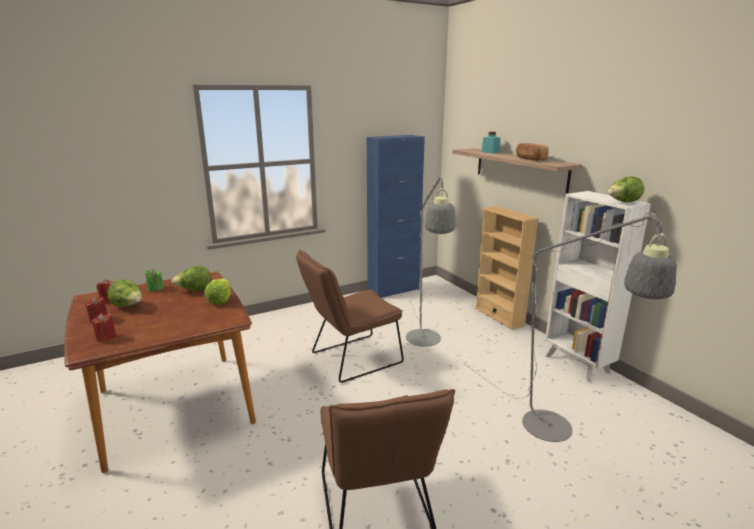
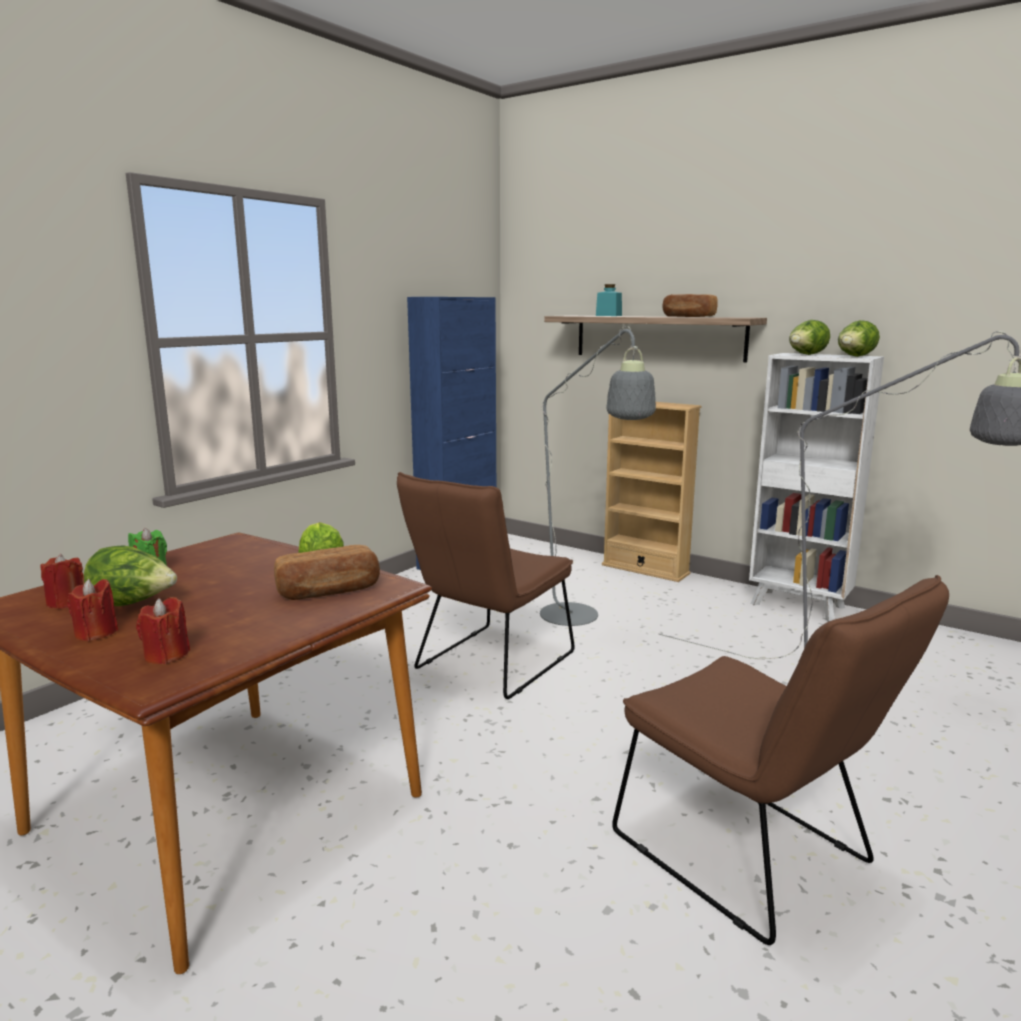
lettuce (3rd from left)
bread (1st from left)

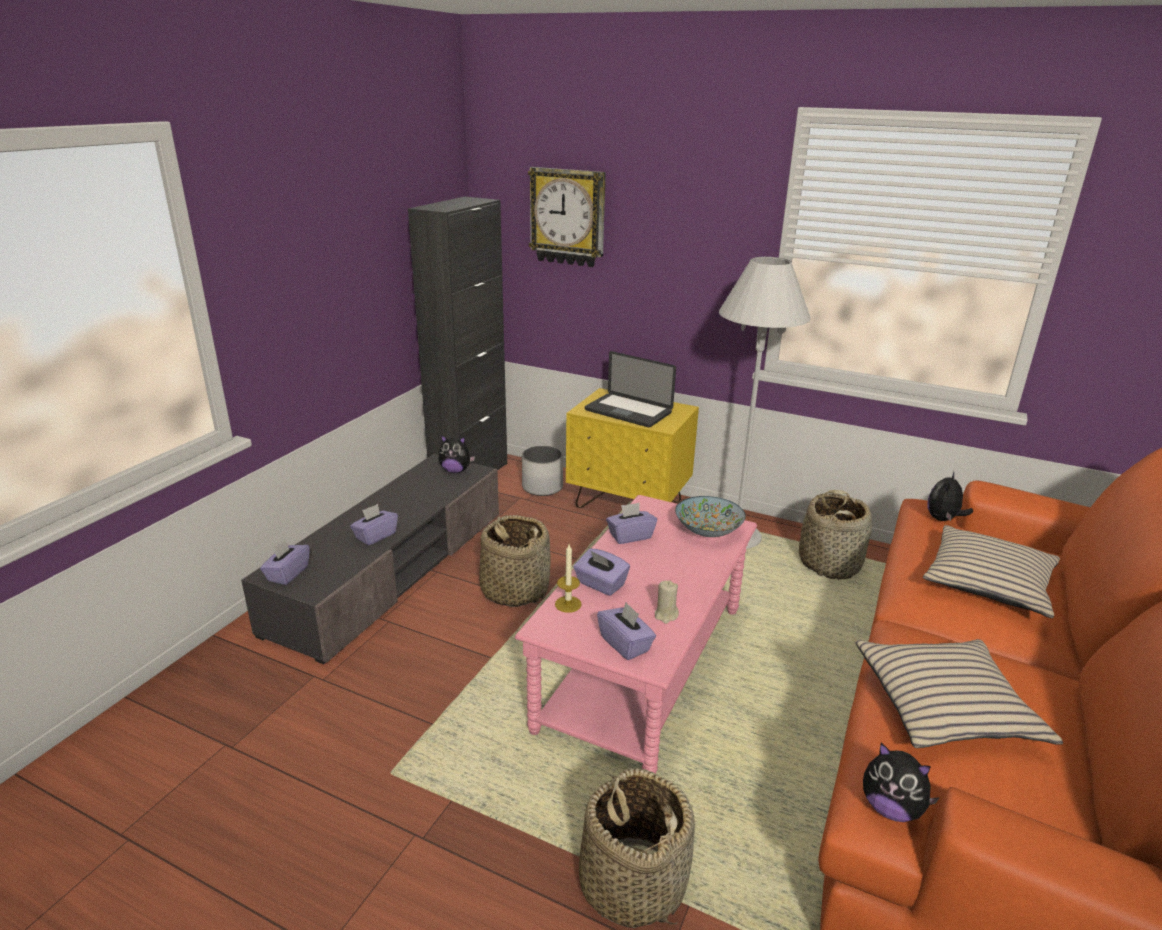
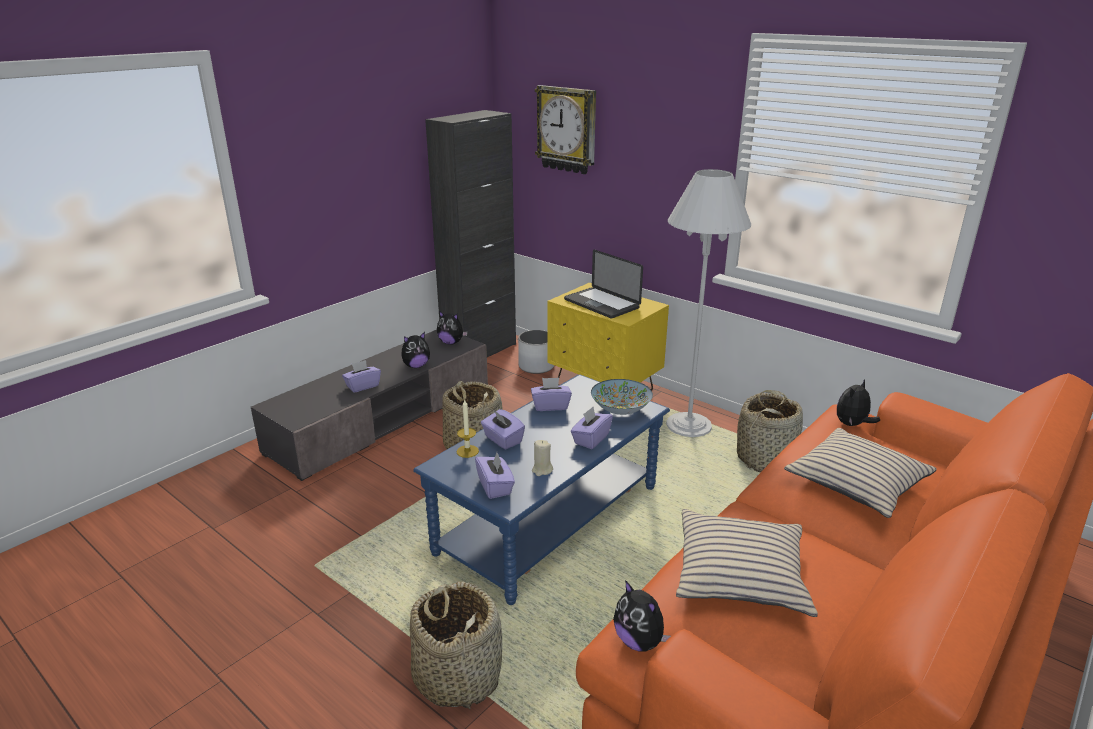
lounge table in blue
box of tissues in purple-coloured (5th from left)
soft toy (1st from left)

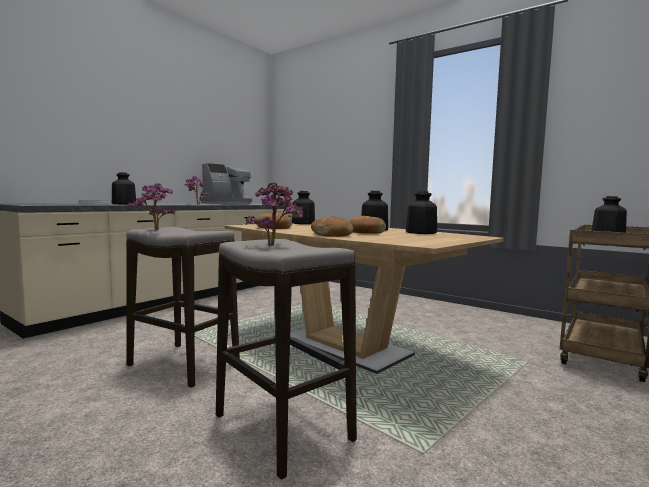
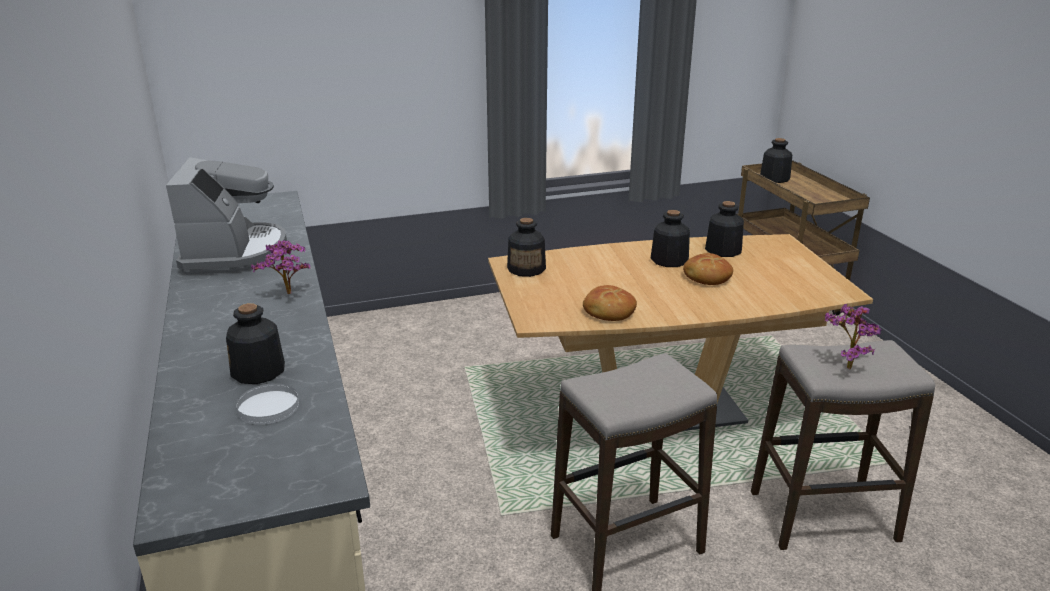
potted plant (1st from left in the first image)
bread (2nd from left in the first image)

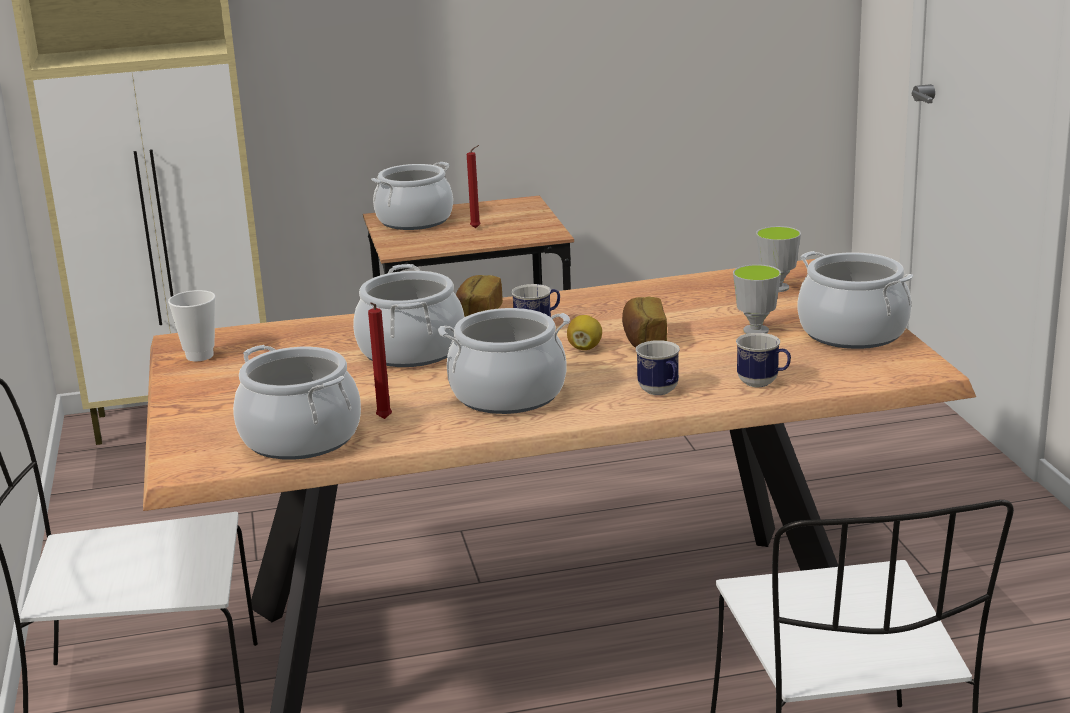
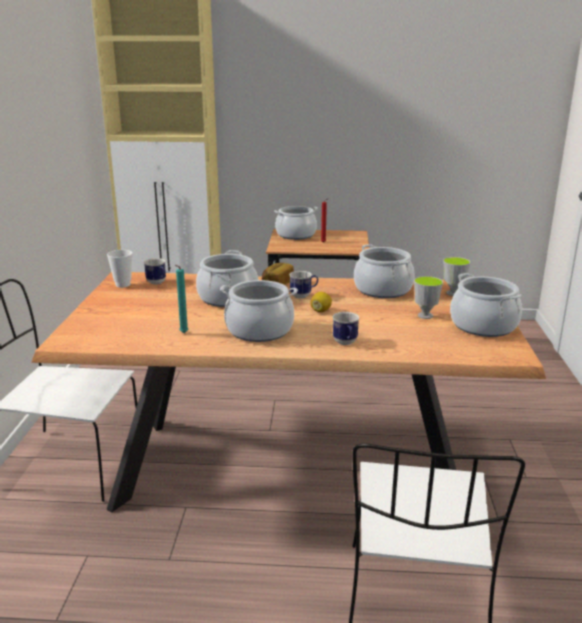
bread (2nd from left in the first image)
candle in turquoise-coloured
mug (1st from left)
cooking pot (4th from left)

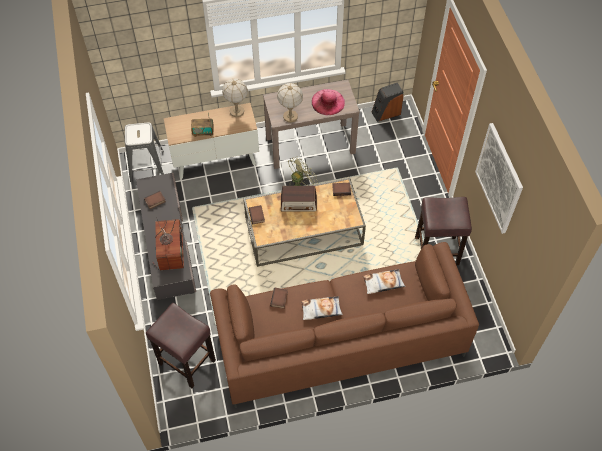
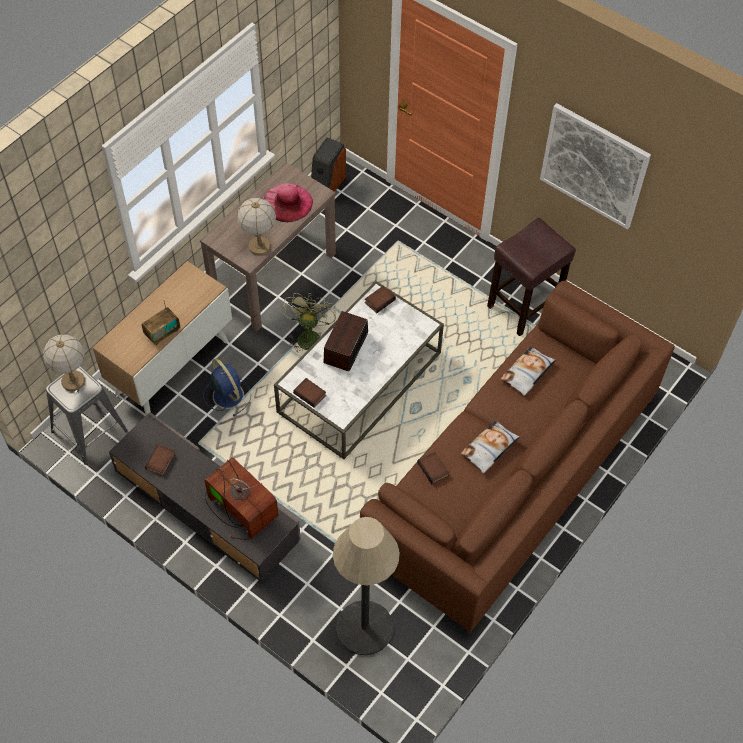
table lamp (1st from left)
lounge table in white-coloured
radio receiver (2nd from left)
standard lamp
electric fan in blue

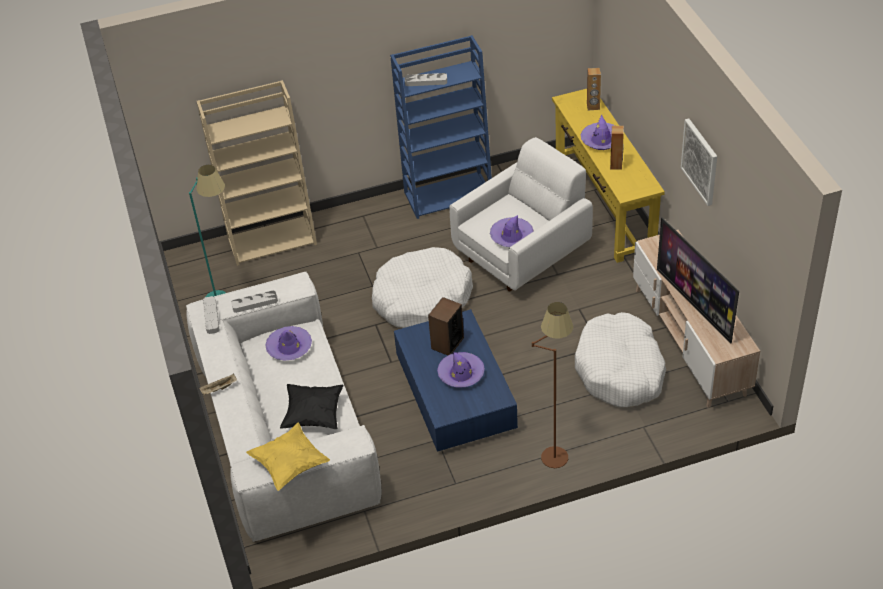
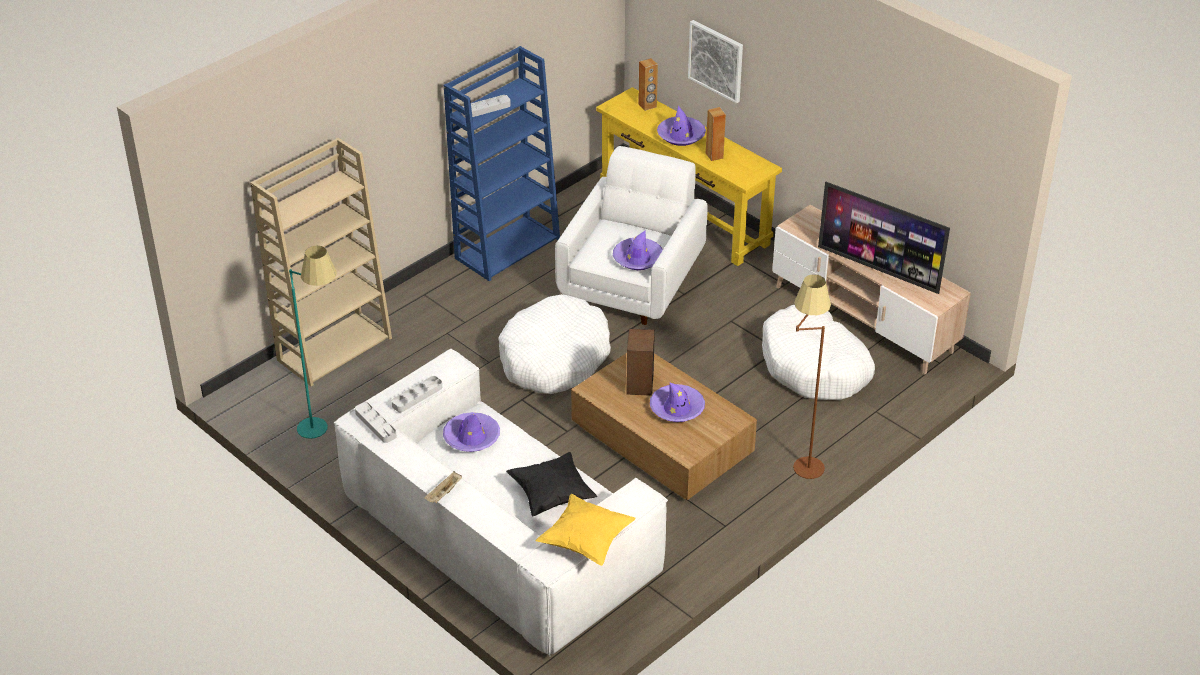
picture
lounge table in brown

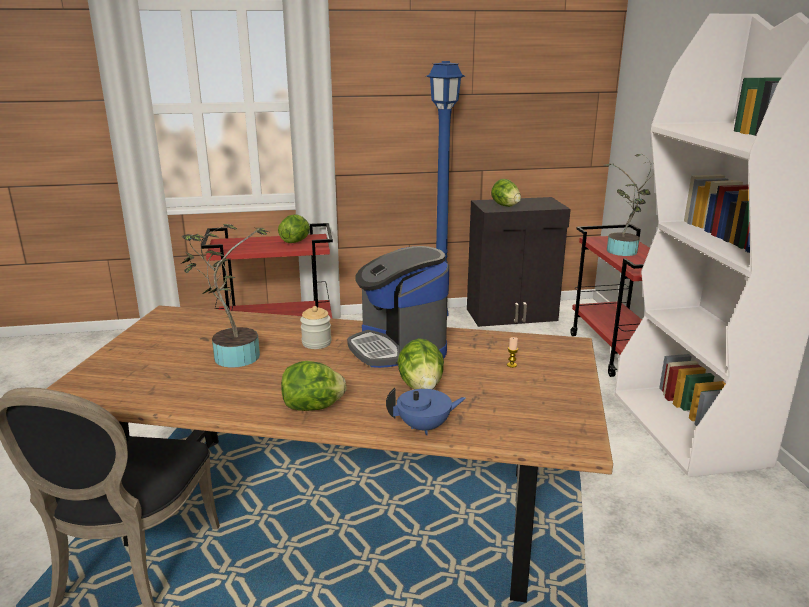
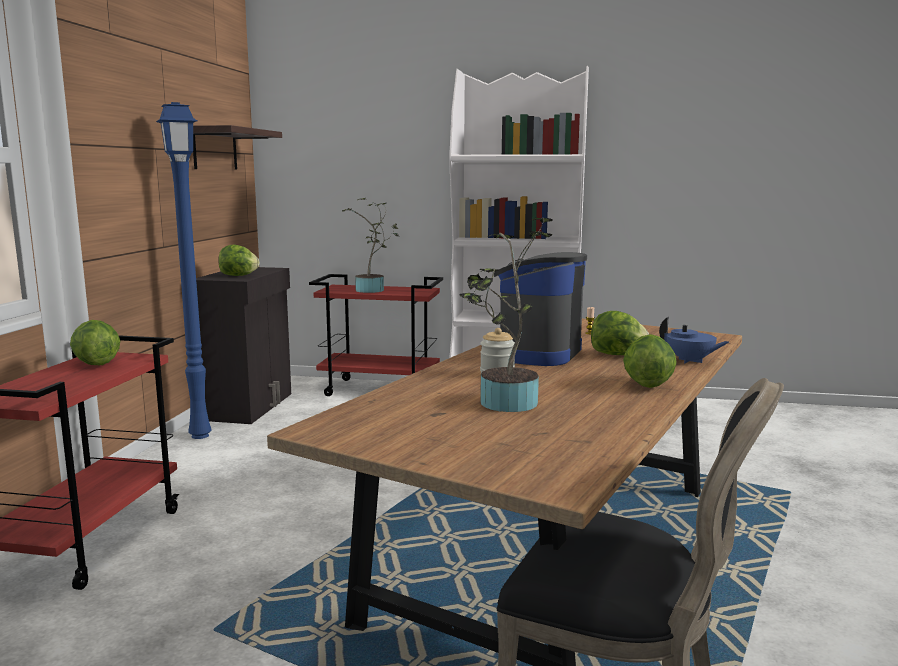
coffee brewer
tea pot in blue
shelf

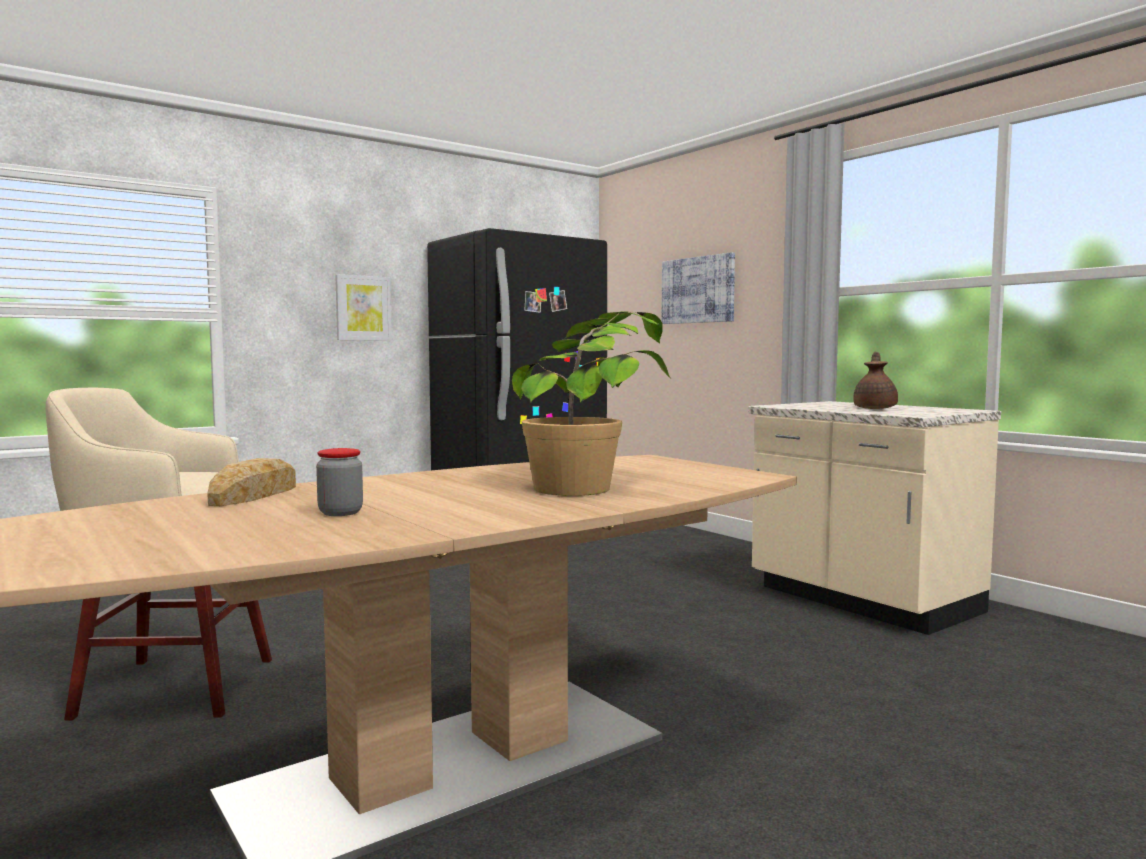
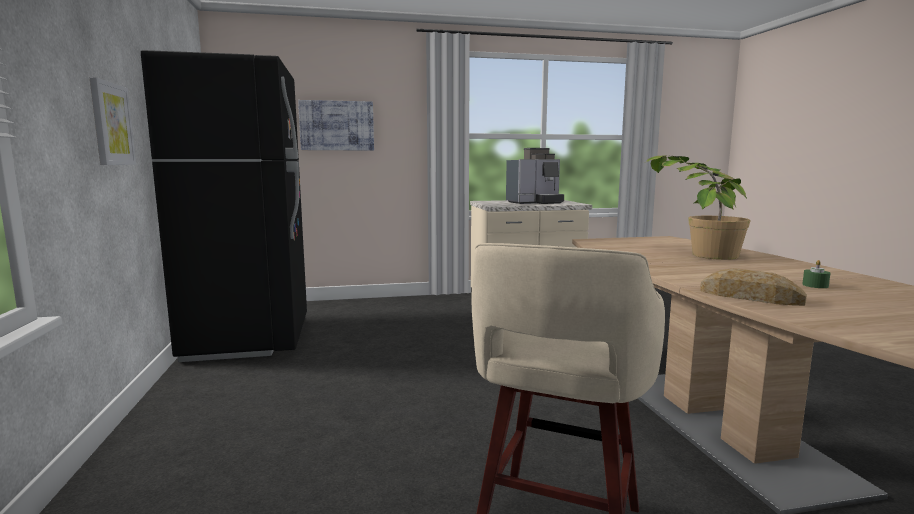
coffee brewer
candle in green-coloured

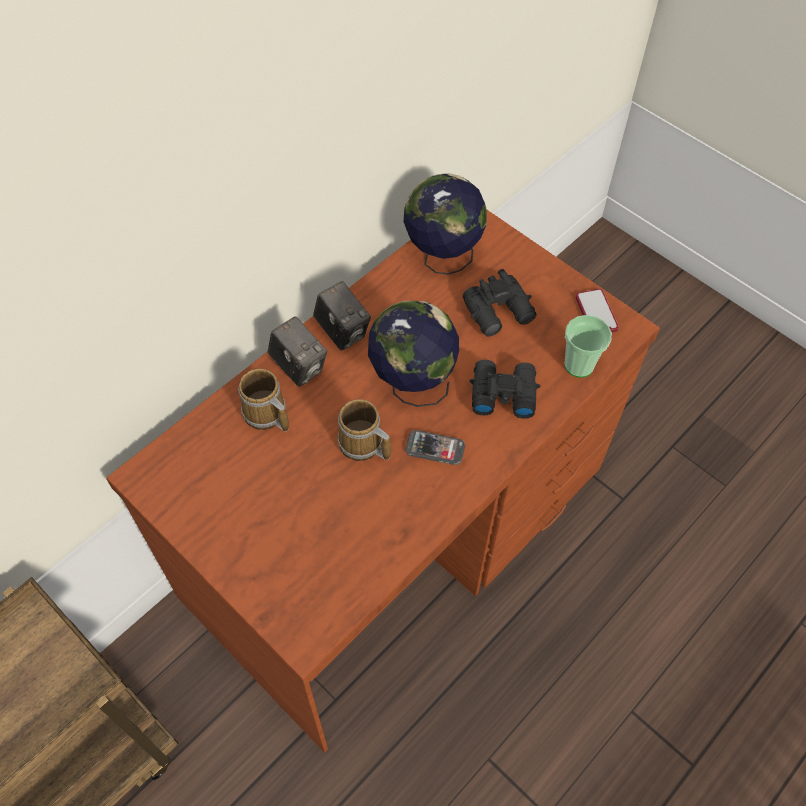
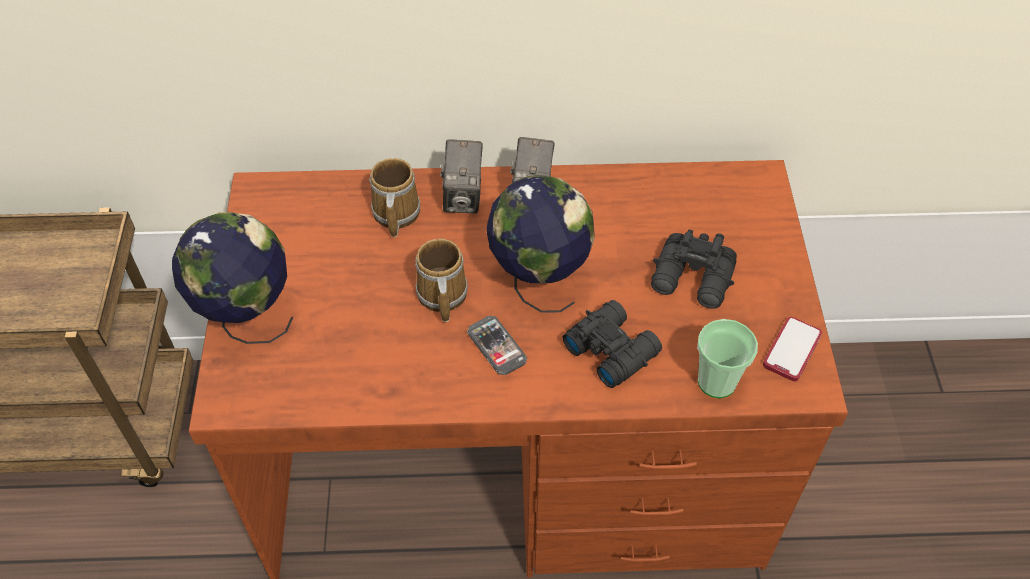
desk globe (1st from left)

